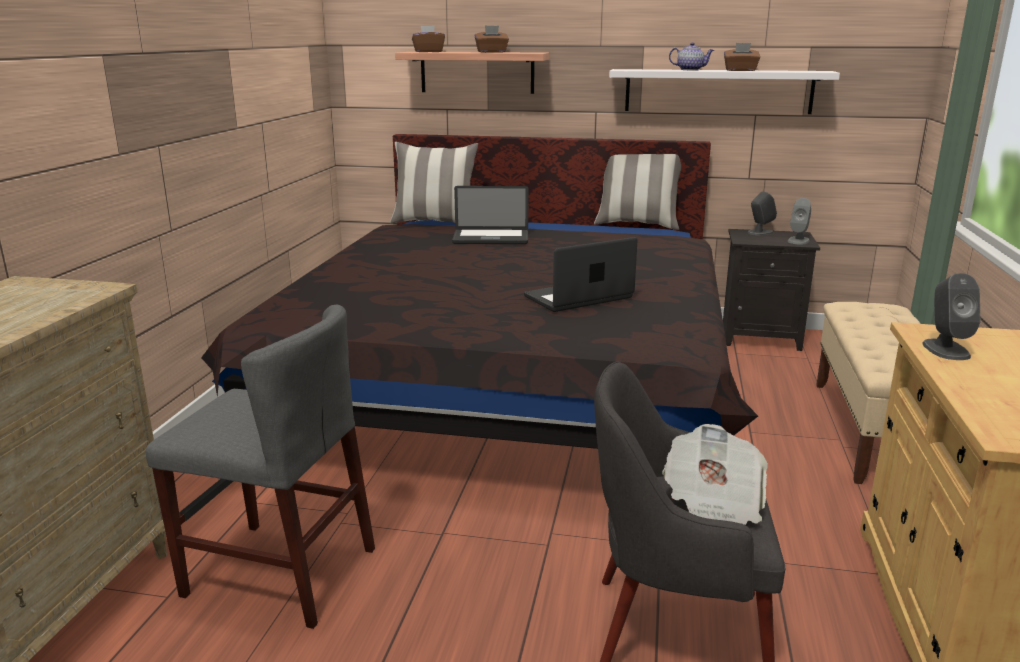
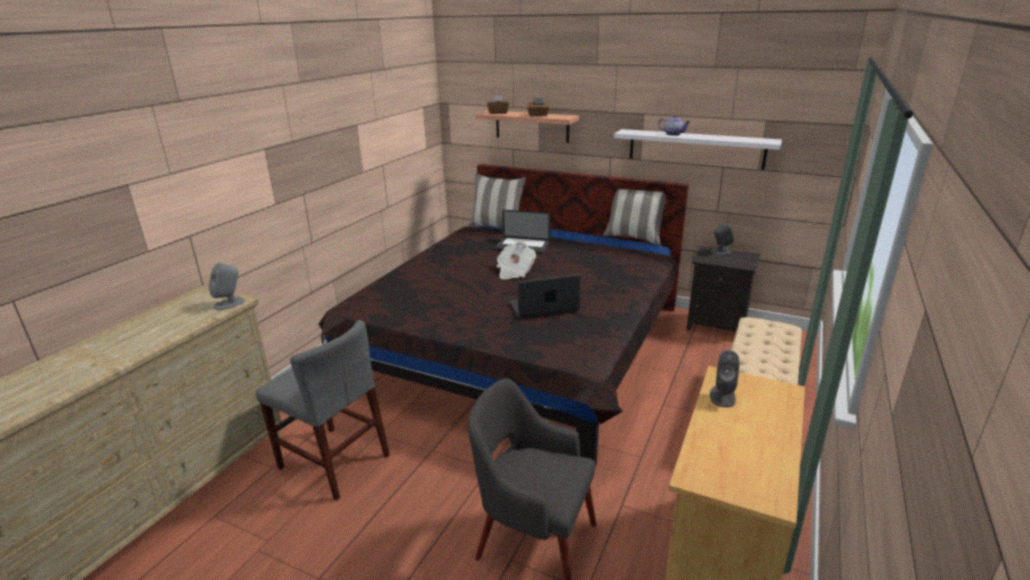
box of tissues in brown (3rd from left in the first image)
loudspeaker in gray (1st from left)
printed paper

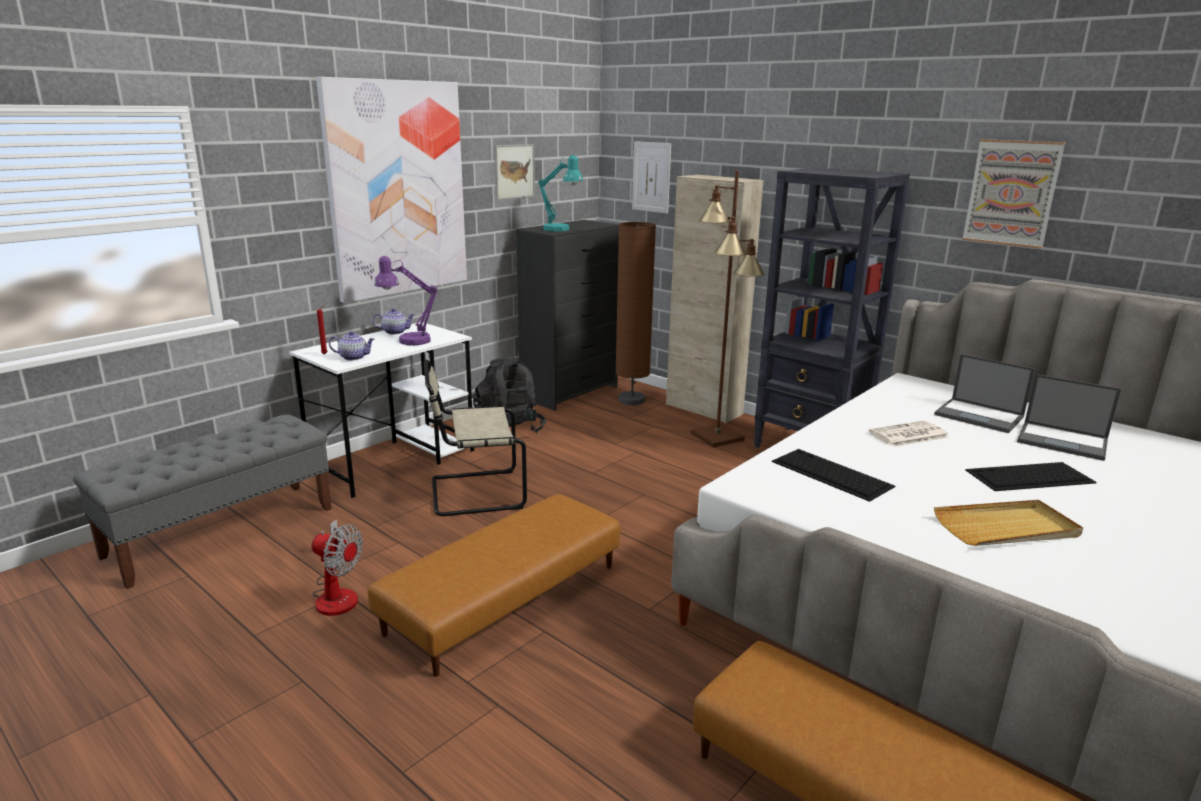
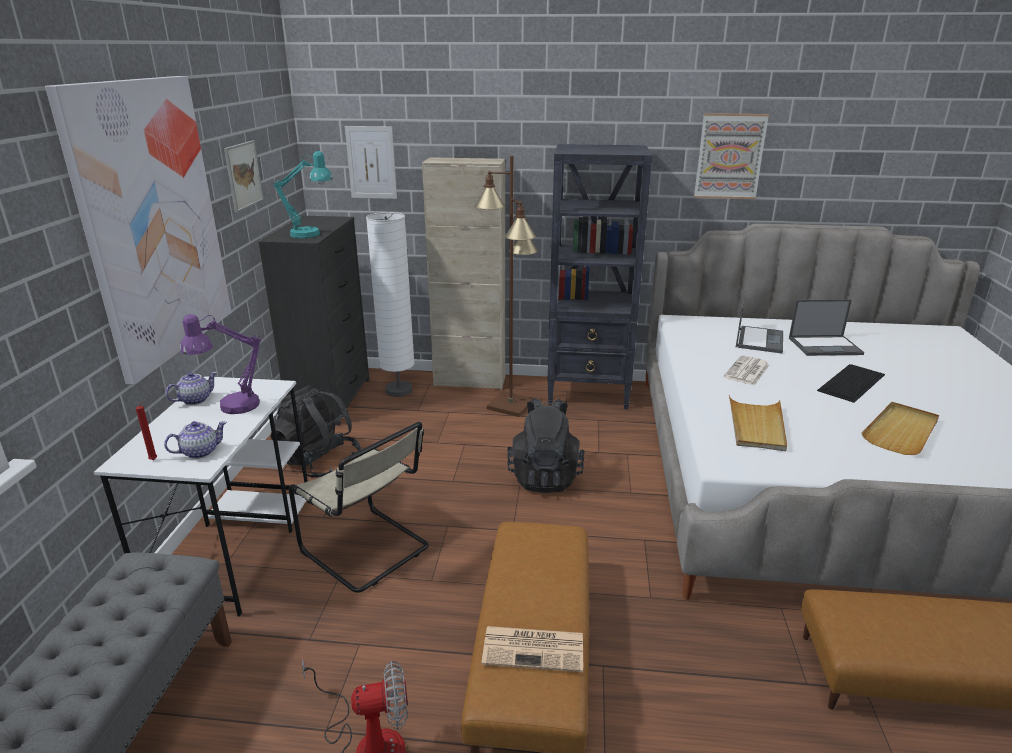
standard lamp in white-coloured
notebook computer (1st from left)
upright chair in beige-coloured
carrying tray in beige-coloured (1st from left)
rucksack in black-coloured (2nd from left)
printed paper (1st from left)

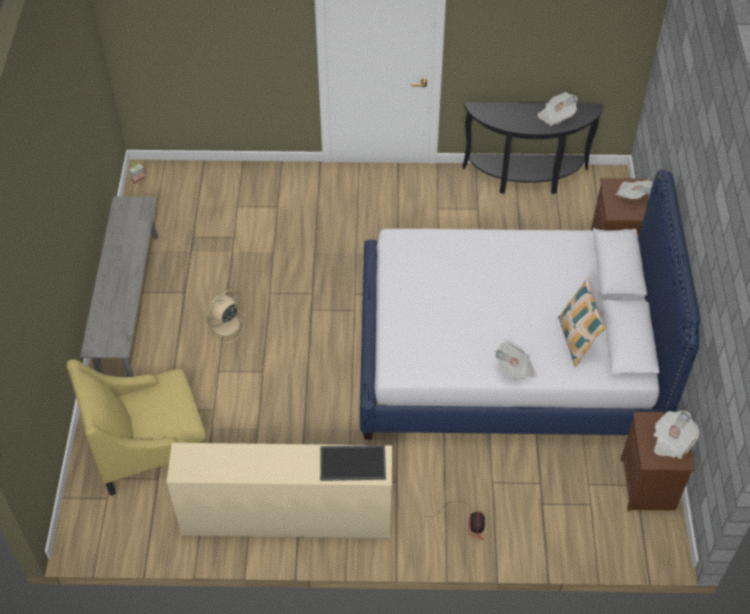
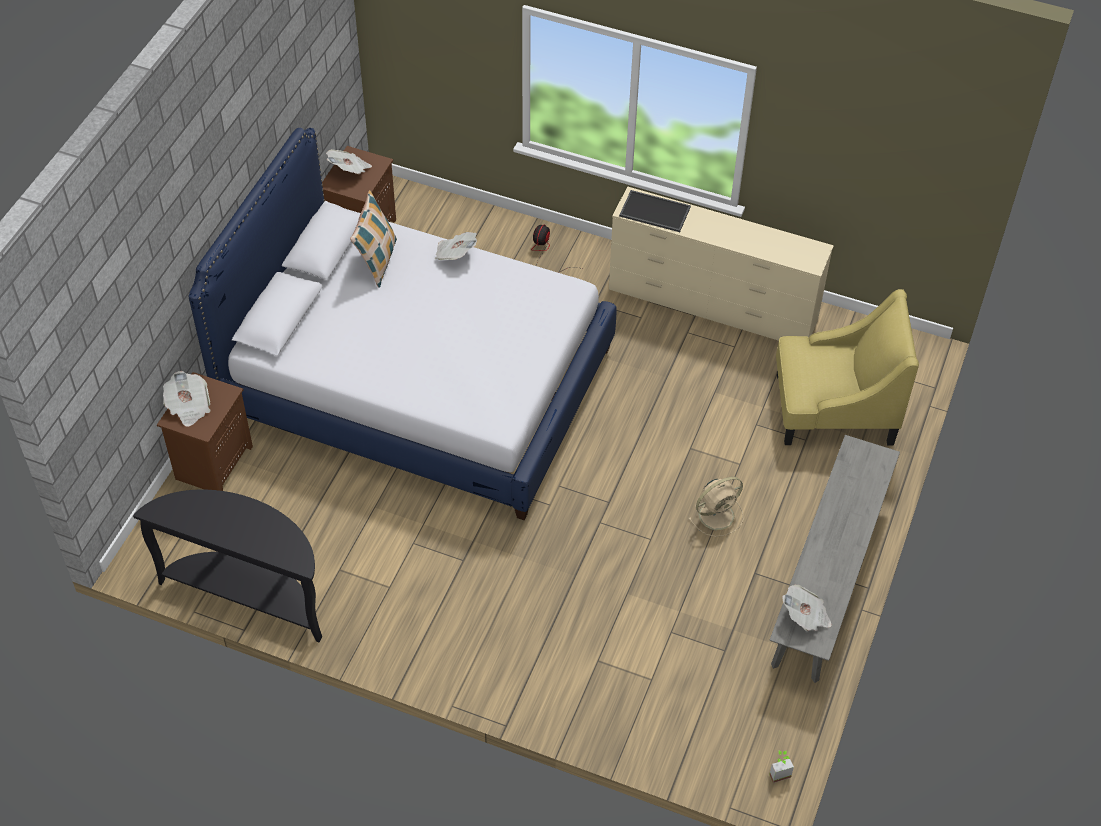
printed paper (4th from left)

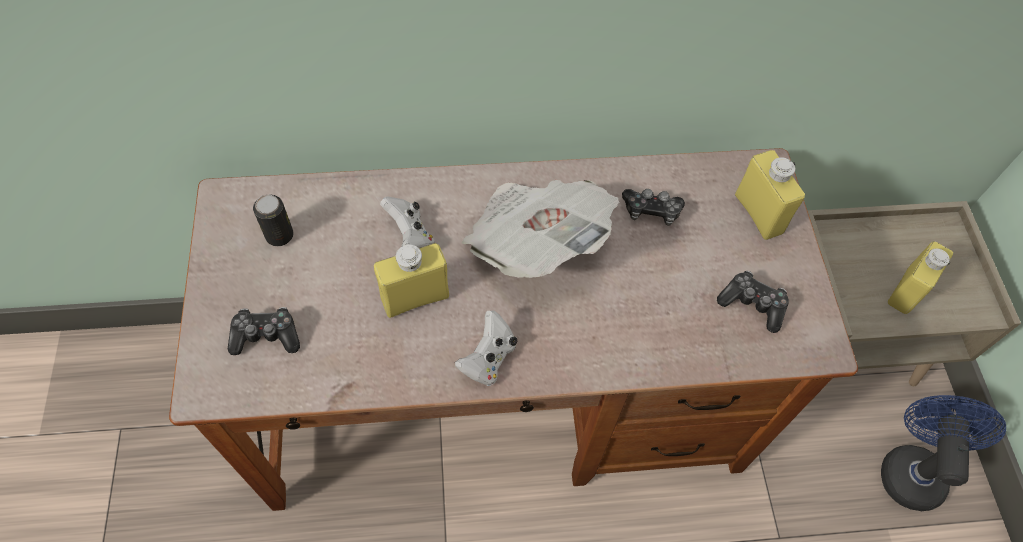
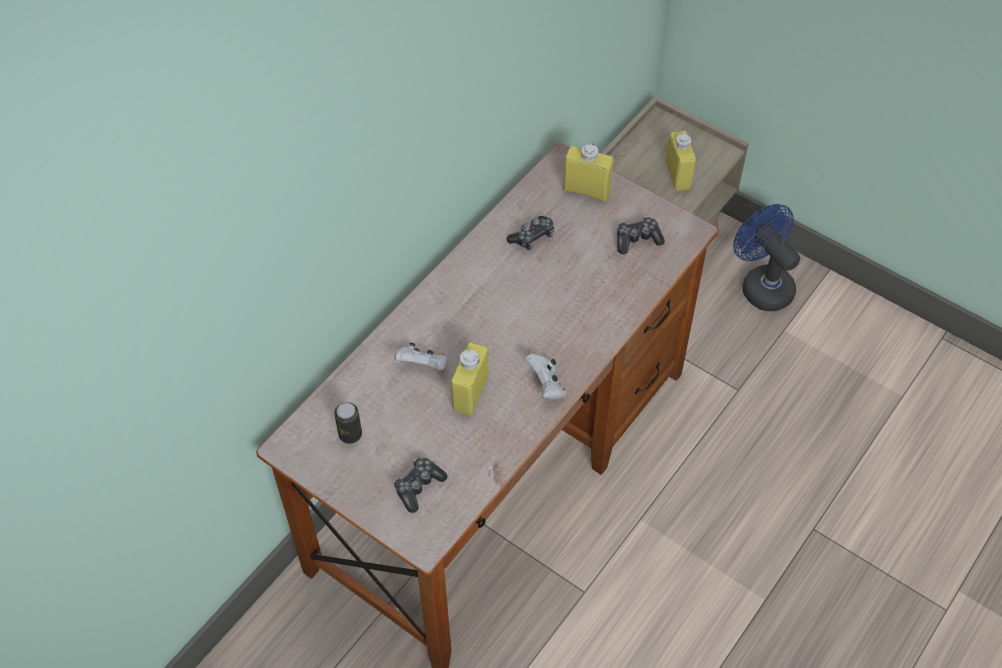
printed paper

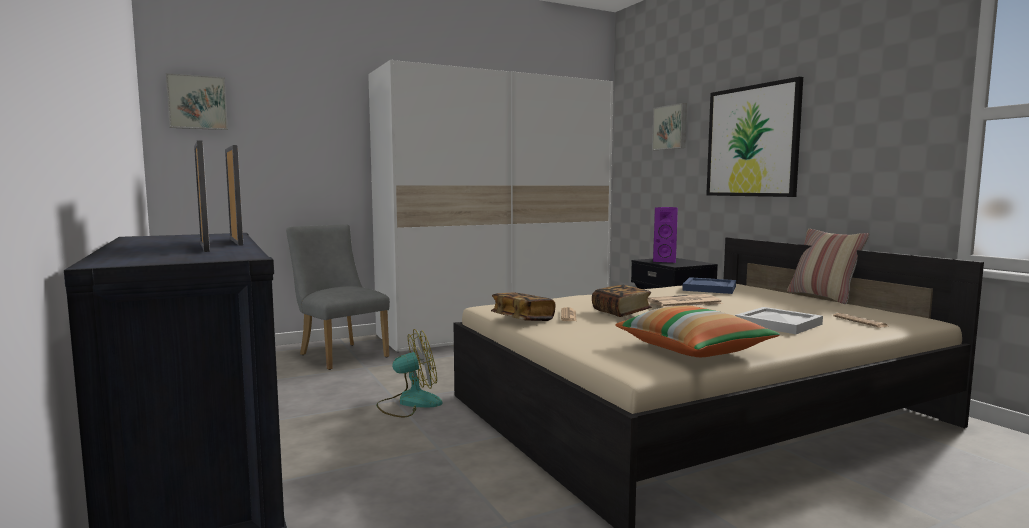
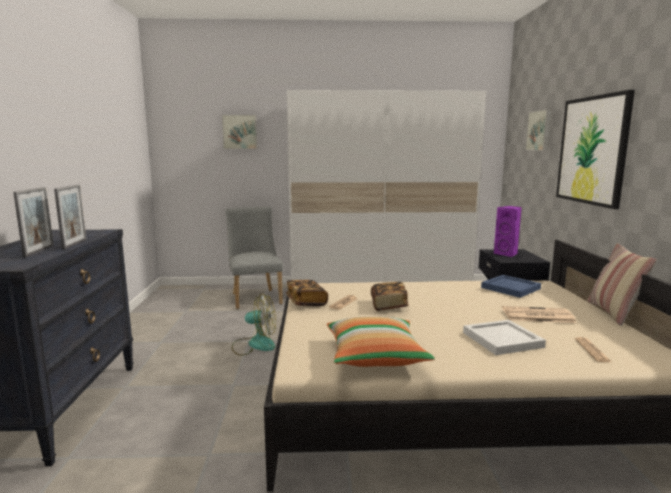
picture (1st from left)
printed paper (2nd from left)

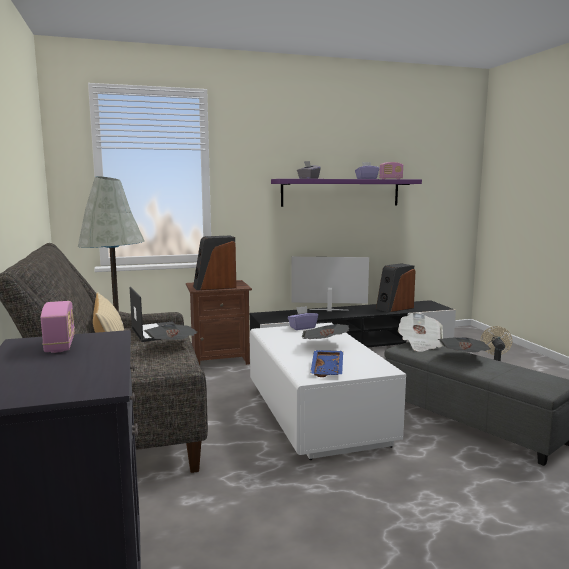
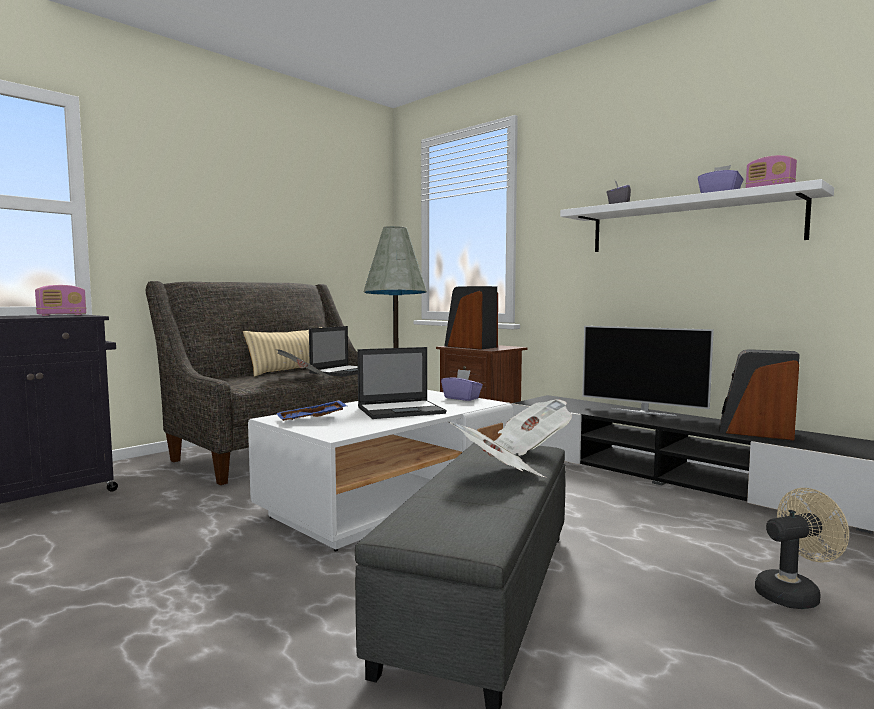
shelf in white-coloured
TV
notebook computer (2nd from left)

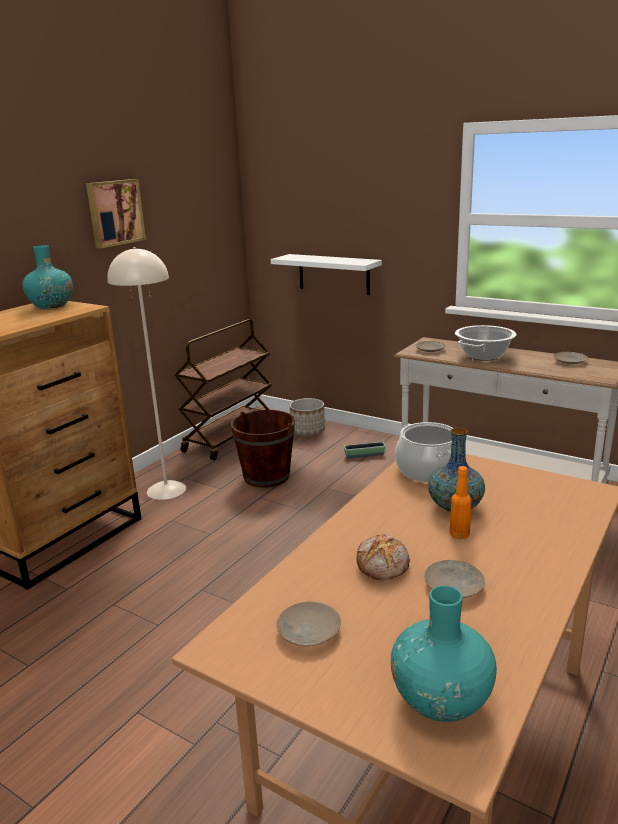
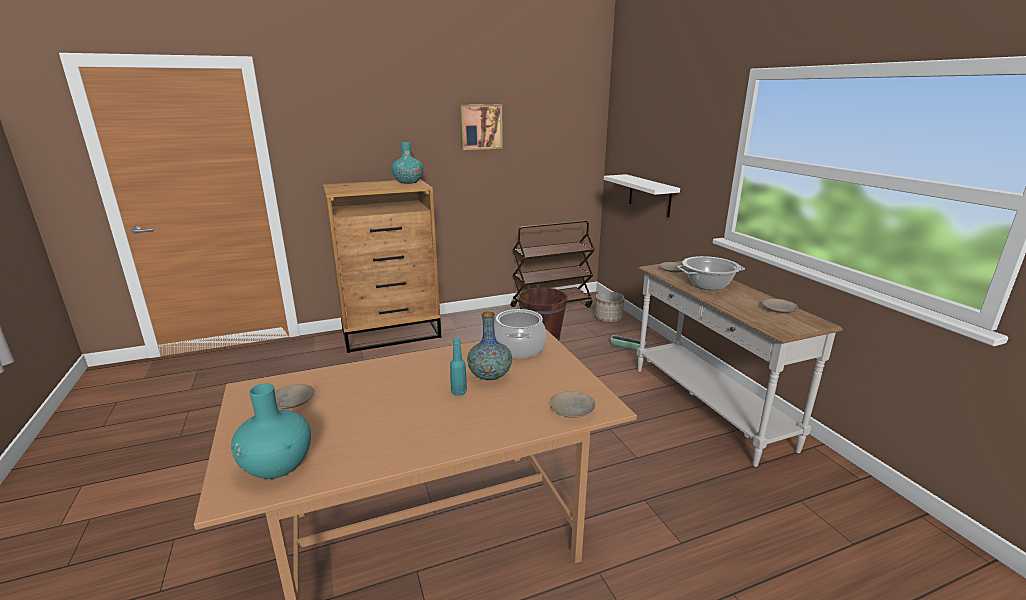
standard lamp in beige-coloured
beverage bottle in turquoise-coloured
bread
plate in beige-coloured (2nd from left)

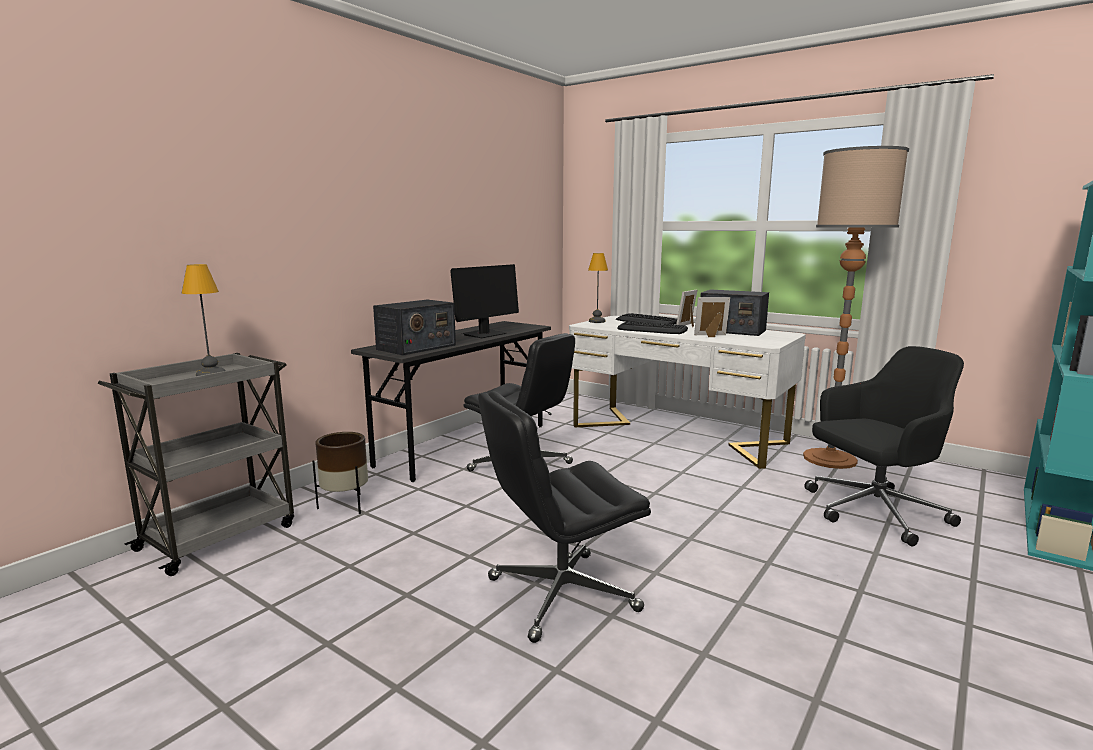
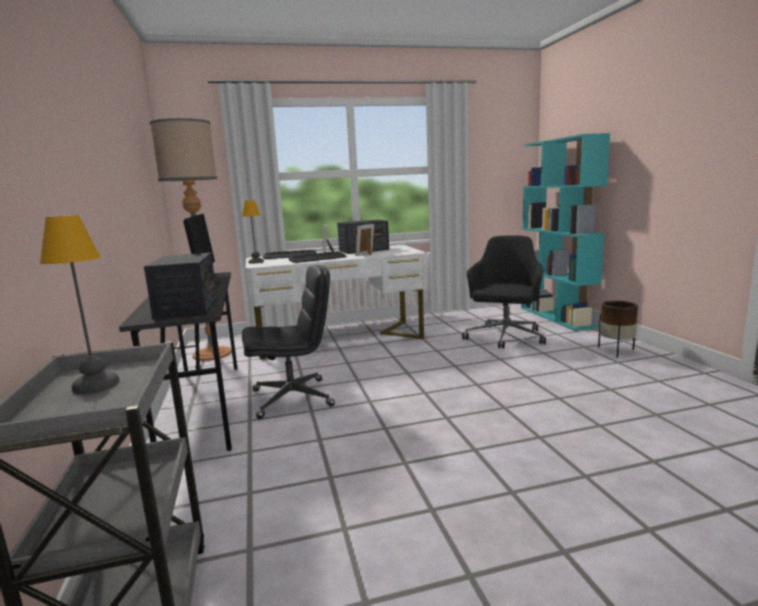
standard lamp
desk chair in black-coloured (2nd from left in the first image)
plant pot in brown

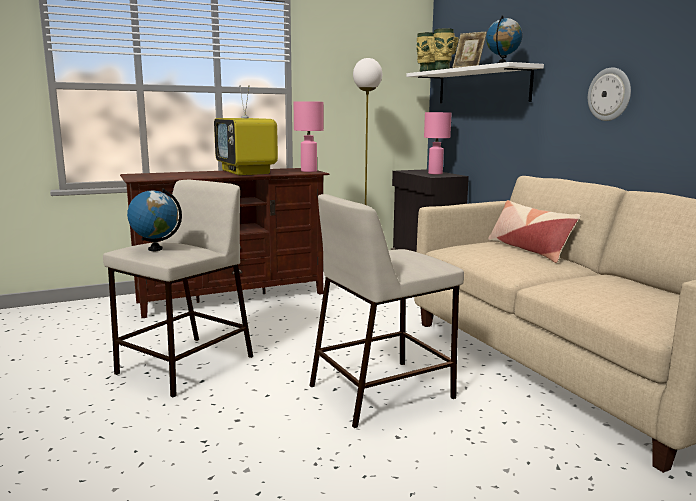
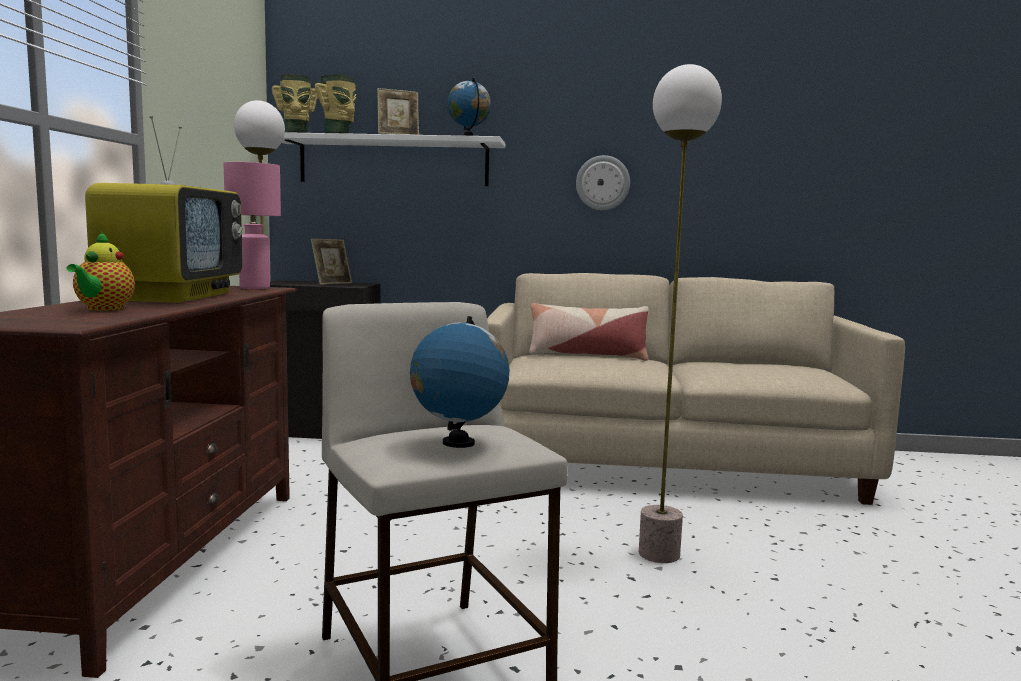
TV
standing frame (1st from left)
standard lamp (2nd from left)
tea pot

